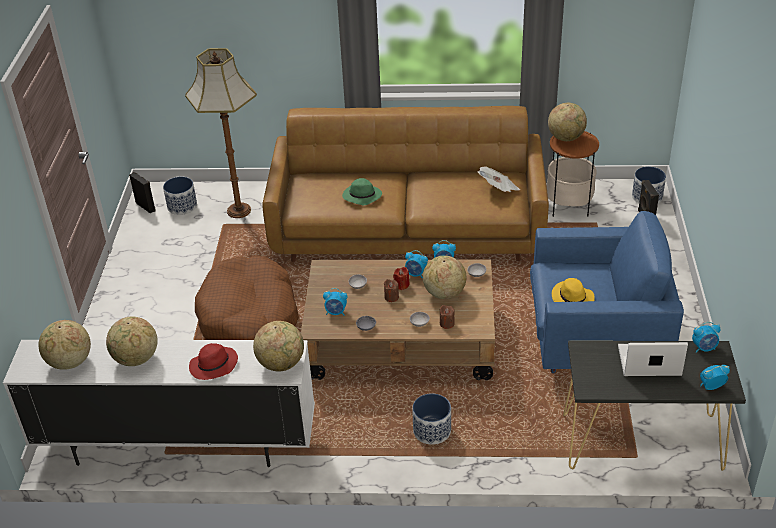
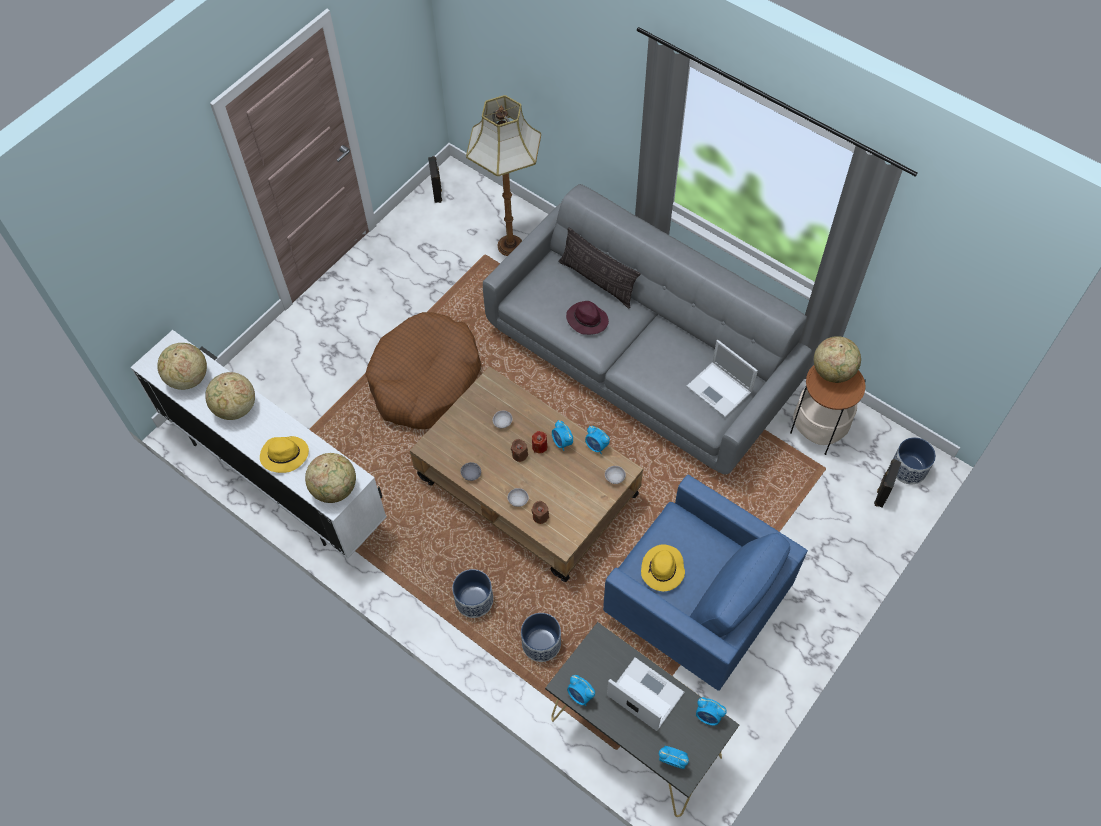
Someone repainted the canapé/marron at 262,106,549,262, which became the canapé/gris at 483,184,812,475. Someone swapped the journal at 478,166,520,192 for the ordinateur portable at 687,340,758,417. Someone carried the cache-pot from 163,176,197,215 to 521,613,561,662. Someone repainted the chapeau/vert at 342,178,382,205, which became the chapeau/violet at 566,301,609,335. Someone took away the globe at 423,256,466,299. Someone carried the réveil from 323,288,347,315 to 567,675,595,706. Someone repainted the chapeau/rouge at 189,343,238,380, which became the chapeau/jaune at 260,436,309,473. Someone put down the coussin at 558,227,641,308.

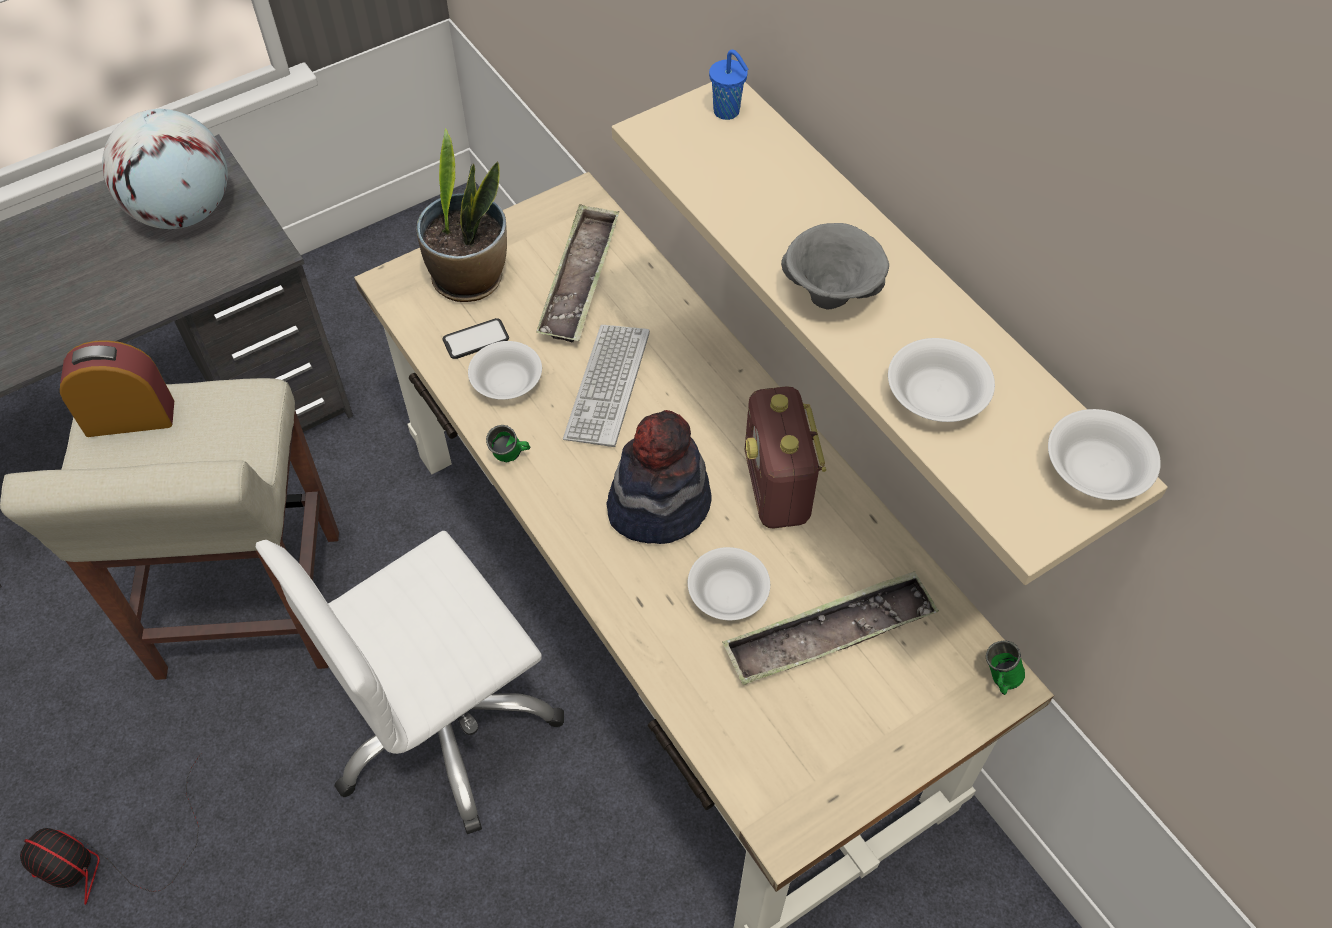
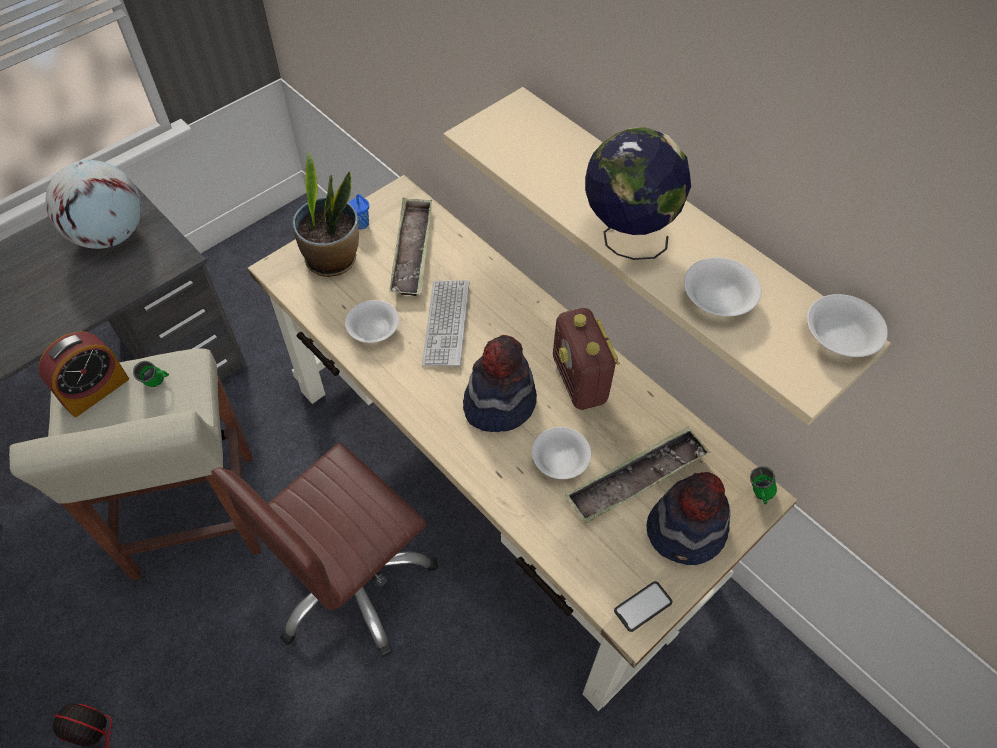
Someone carried the tasse/bleu from 709,50,748,120 to 349,194,369,229. Someone swapped the bol/gris at 781,223,889,309 for the globe at 585,127,691,260. Someone carried the téléphone from 442,318,509,359 to 614,581,673,632. Someone rotated the réveil at 60,340,174,437 by 150 degrees clockwise. Someone carried the mug/vert from 486,425,530,462 to 133,361,169,387. Someone repainted the chaise de bureau/blanc at 256,531,564,834, which became the chaise de bureau/marron at 212,443,438,658. Someone put down the chapeau at 646,472,730,565.

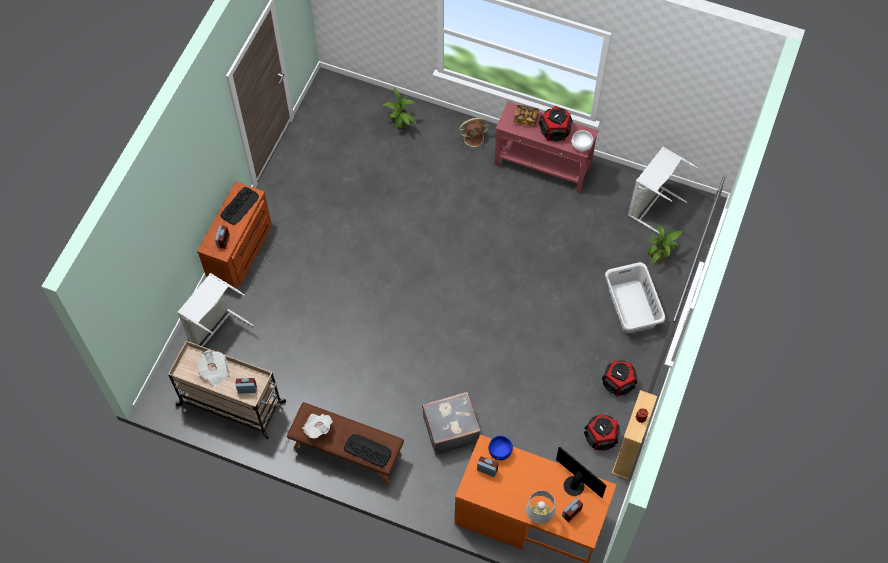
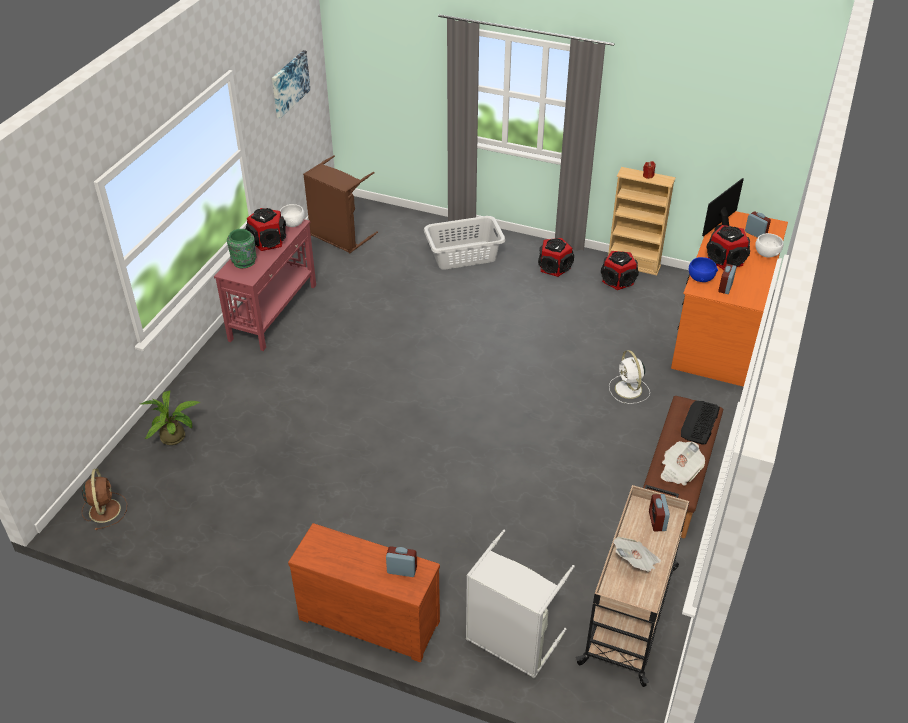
Someone swapped the livre at 514,105,539,127 for the vase/vert at 227,229,257,268. Someone carried the ventilateur/marron from 457,117,489,151 to 82,469,127,530. Someone repainted the panier à linge/gris at 628,147,698,234, which became the panier à linge/marron at 303,155,378,253. Someone took away the clavier at 220,187,259,225. Someone took away the plante en pot at 647,225,684,265. Someone swapped the valise/gris at 422,392,481,455 for the ventilateur/blanc at 609,350,650,404. Someone swapped the lampe de table/gris at 526,490,555,524 for the bol/blanc at 755,233,784,258. Someone put up the tableau at 272,50,310,119. Someone put down the enceinte at 706,225,750,270.

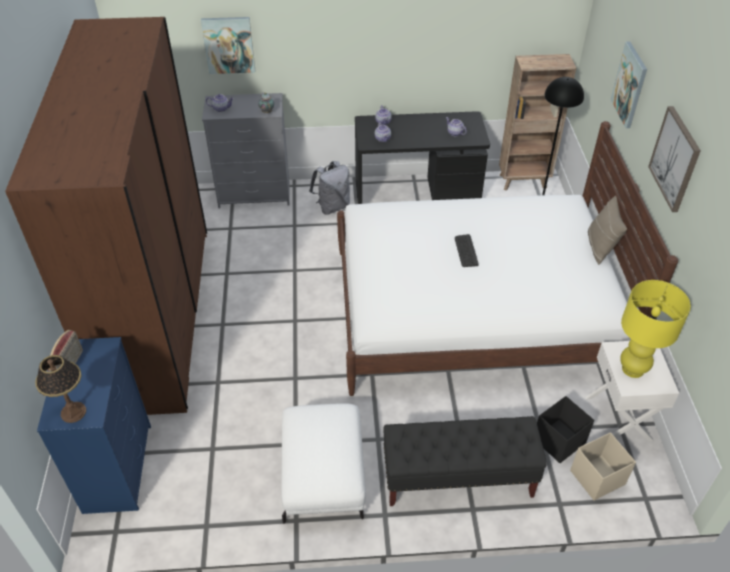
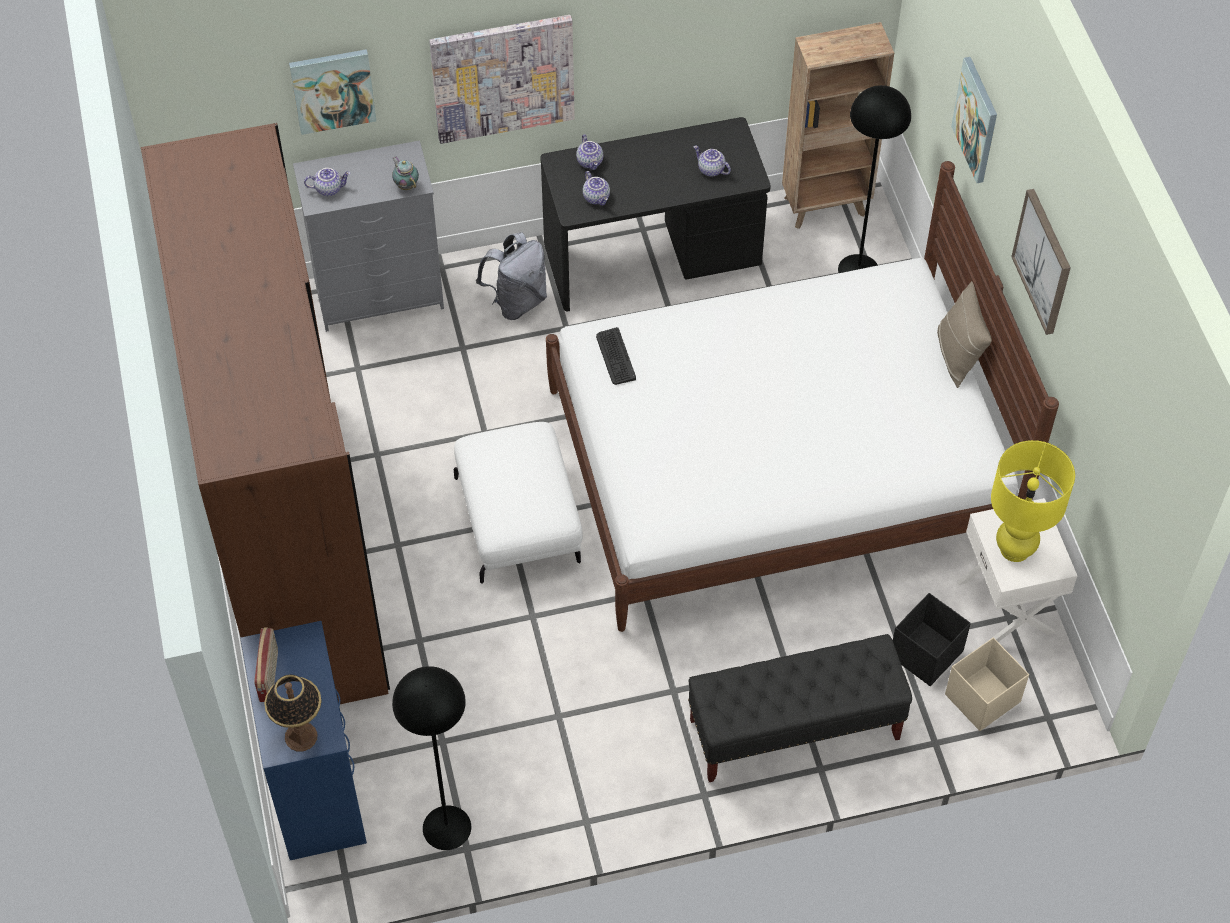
Someone carried the clavier from 455,234,479,267 to 596,327,636,385. Someone carried the pouf/blanc from 281,403,366,524 to 454,422,583,584. Someone put up the tableau at 429,15,575,144. Someone put down the lampadaire/noir at 392,666,471,850.

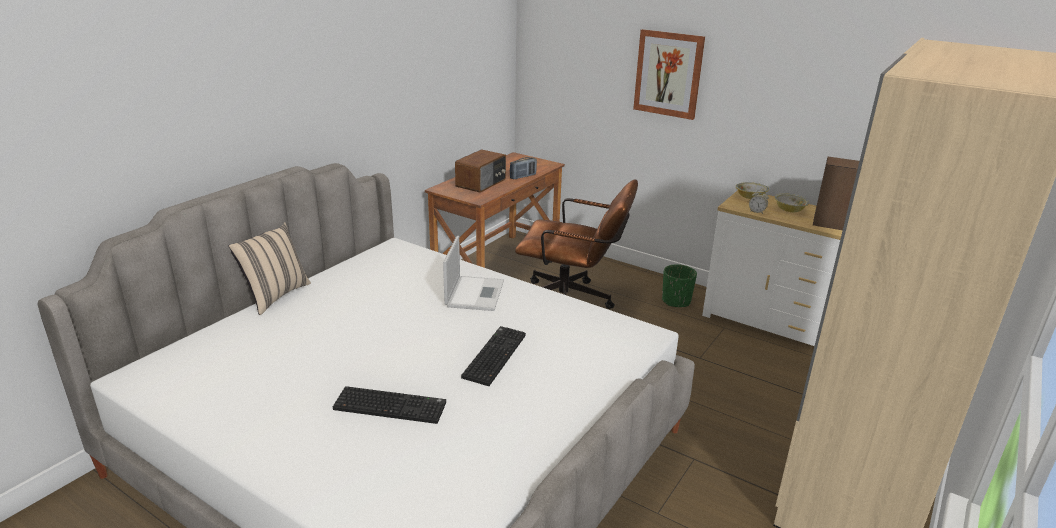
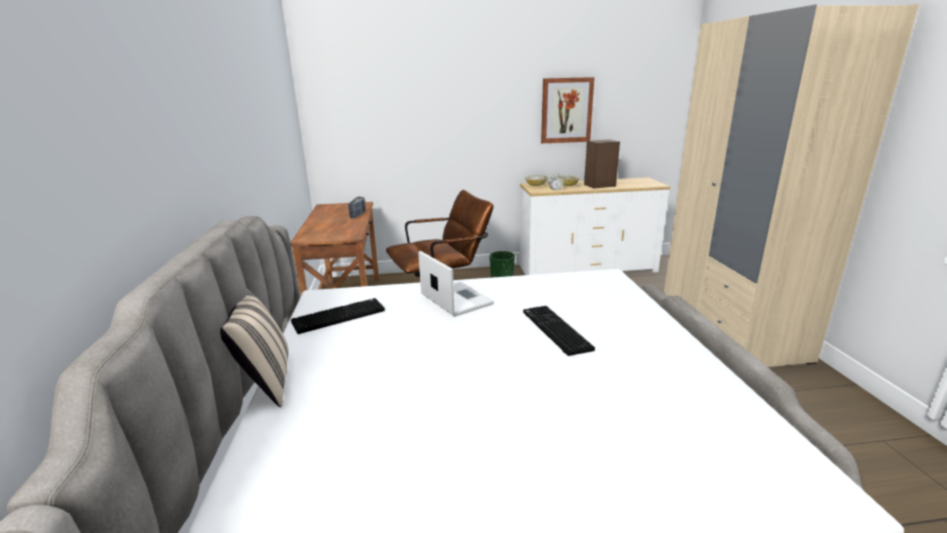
Someone carried the tableau from 633,29,705,120 to 541,77,594,143. Someone took away the radio at 455,149,506,193. Someone carried the clavier from 333,386,446,424 to 291,298,385,334.

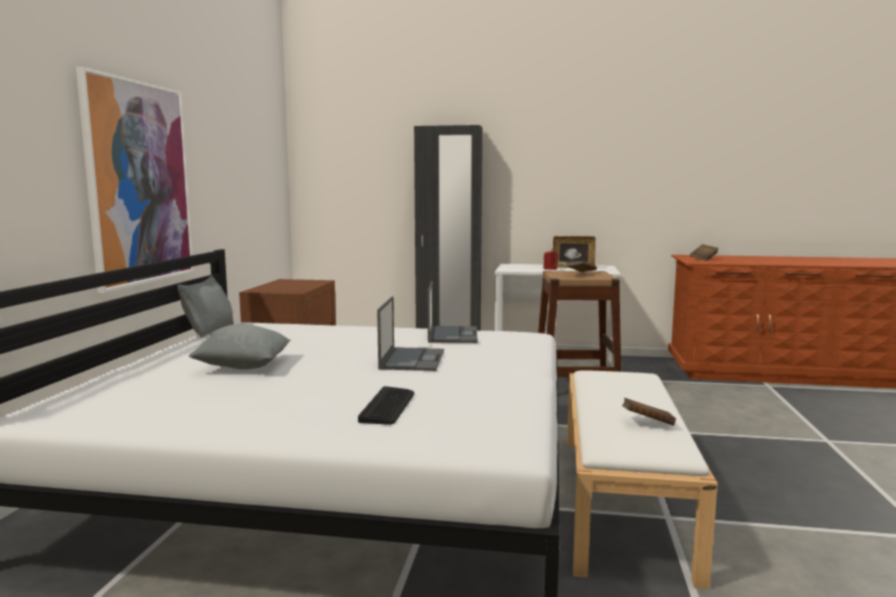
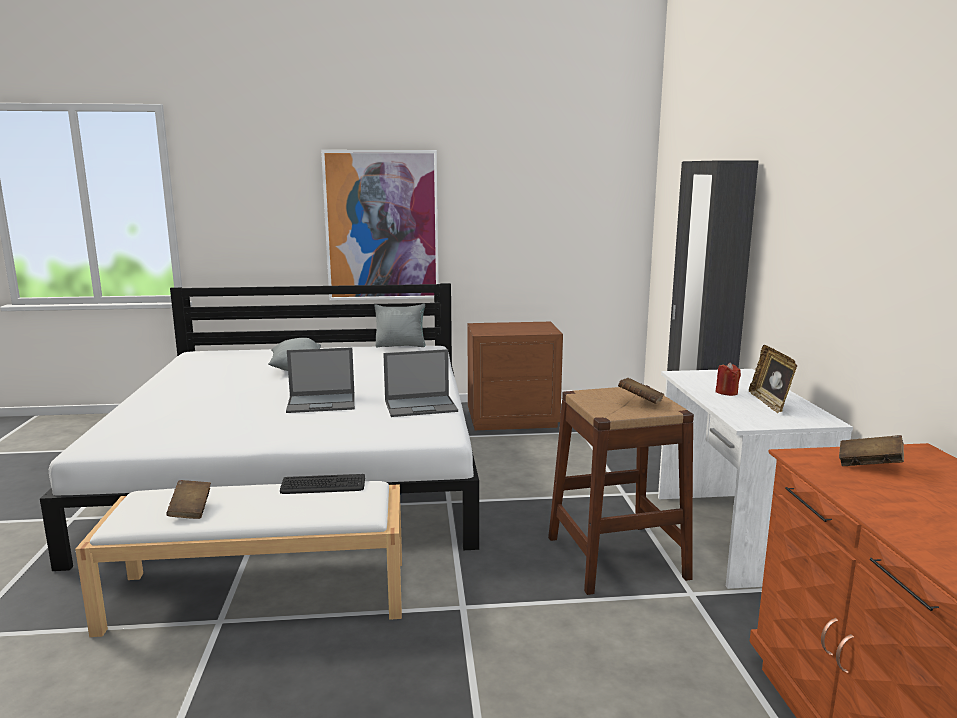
Someone carried the clavier from 358,386,414,425 to 280,474,365,494.

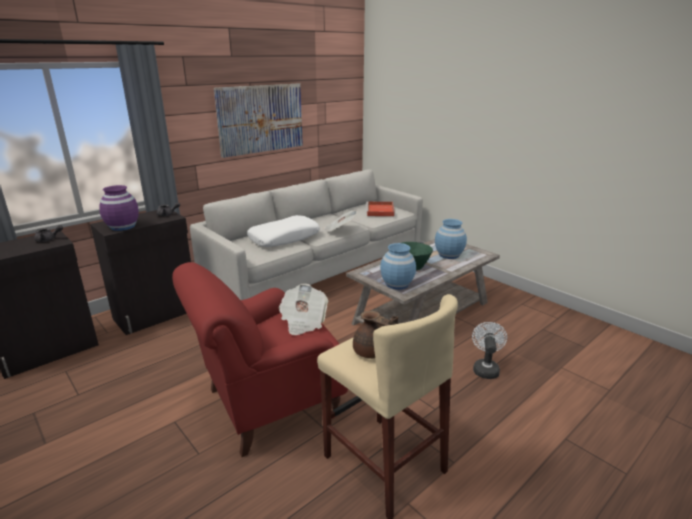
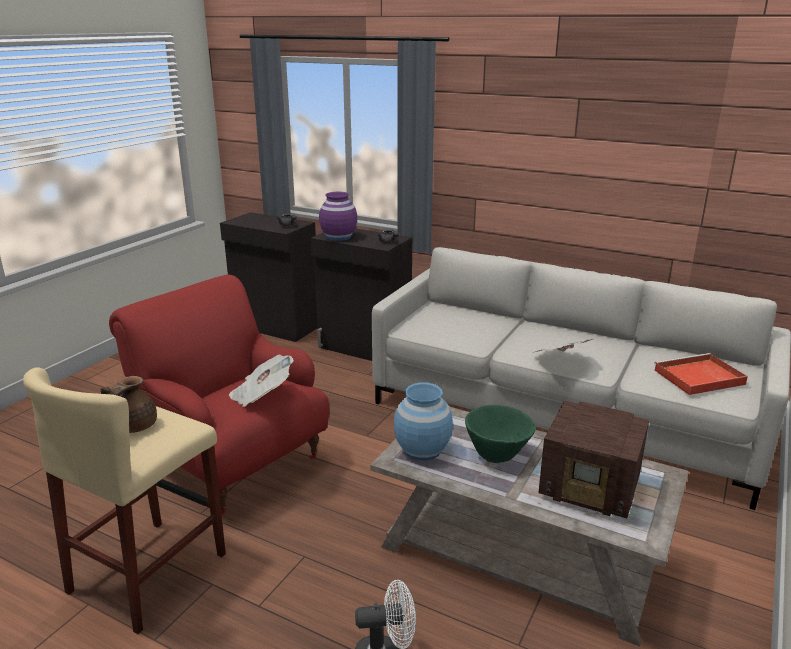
Someone took away the tableau at 214,83,303,158. Someone took away the coussin/blanc at 247,215,320,247. Someone swapped the vase/bleu at 435,219,467,259 for the radio at 538,401,649,518.

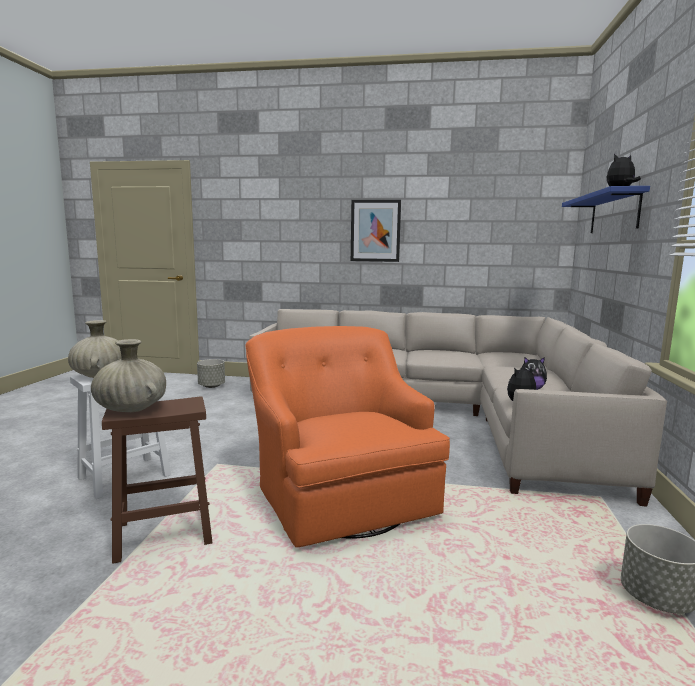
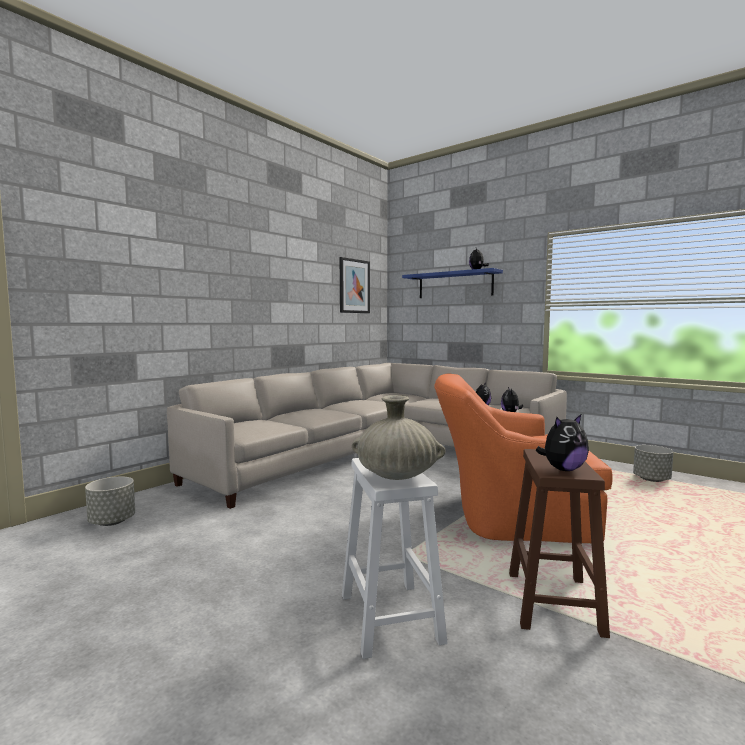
Someone carried the tableau from 351,200,401,262 to 340,257,370,313. Someone swapped the vase/beige at 91,339,166,412 for the peluche at 536,414,589,471.

